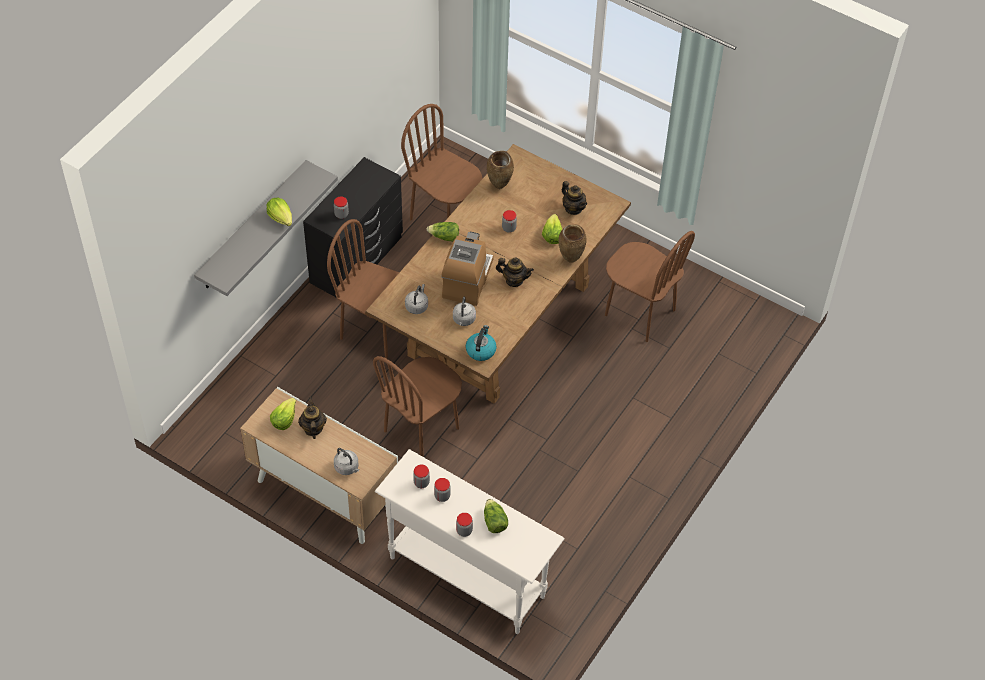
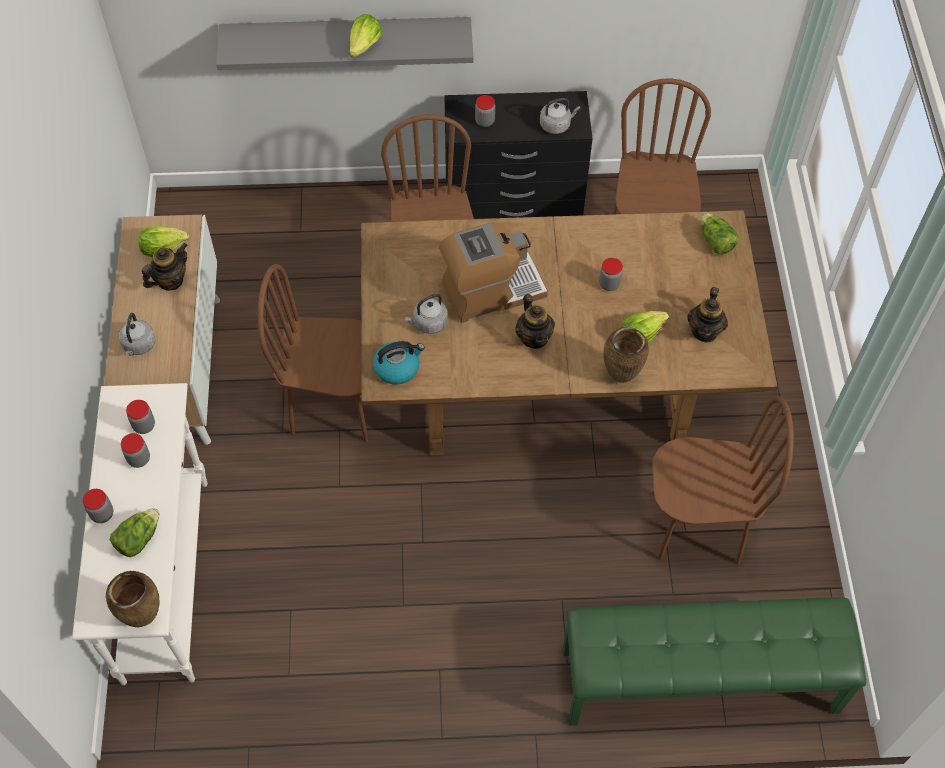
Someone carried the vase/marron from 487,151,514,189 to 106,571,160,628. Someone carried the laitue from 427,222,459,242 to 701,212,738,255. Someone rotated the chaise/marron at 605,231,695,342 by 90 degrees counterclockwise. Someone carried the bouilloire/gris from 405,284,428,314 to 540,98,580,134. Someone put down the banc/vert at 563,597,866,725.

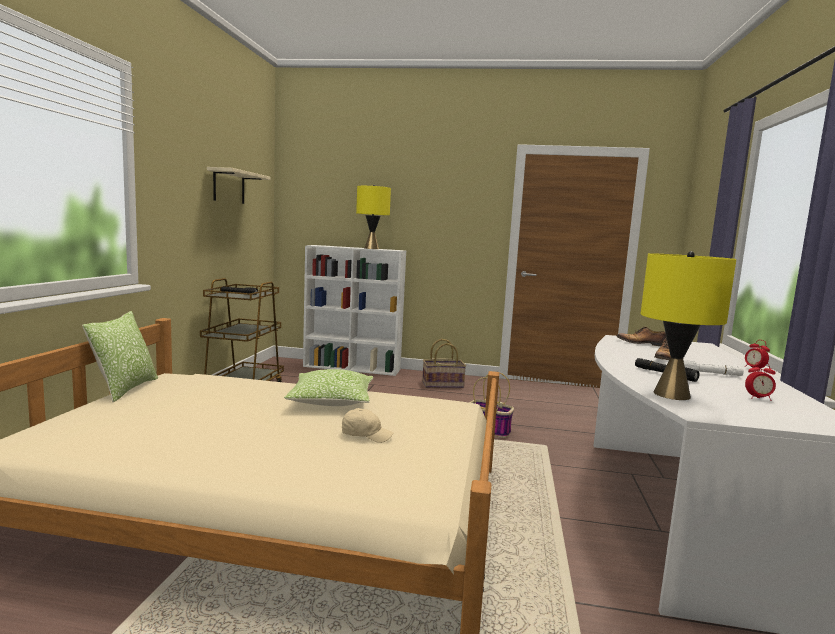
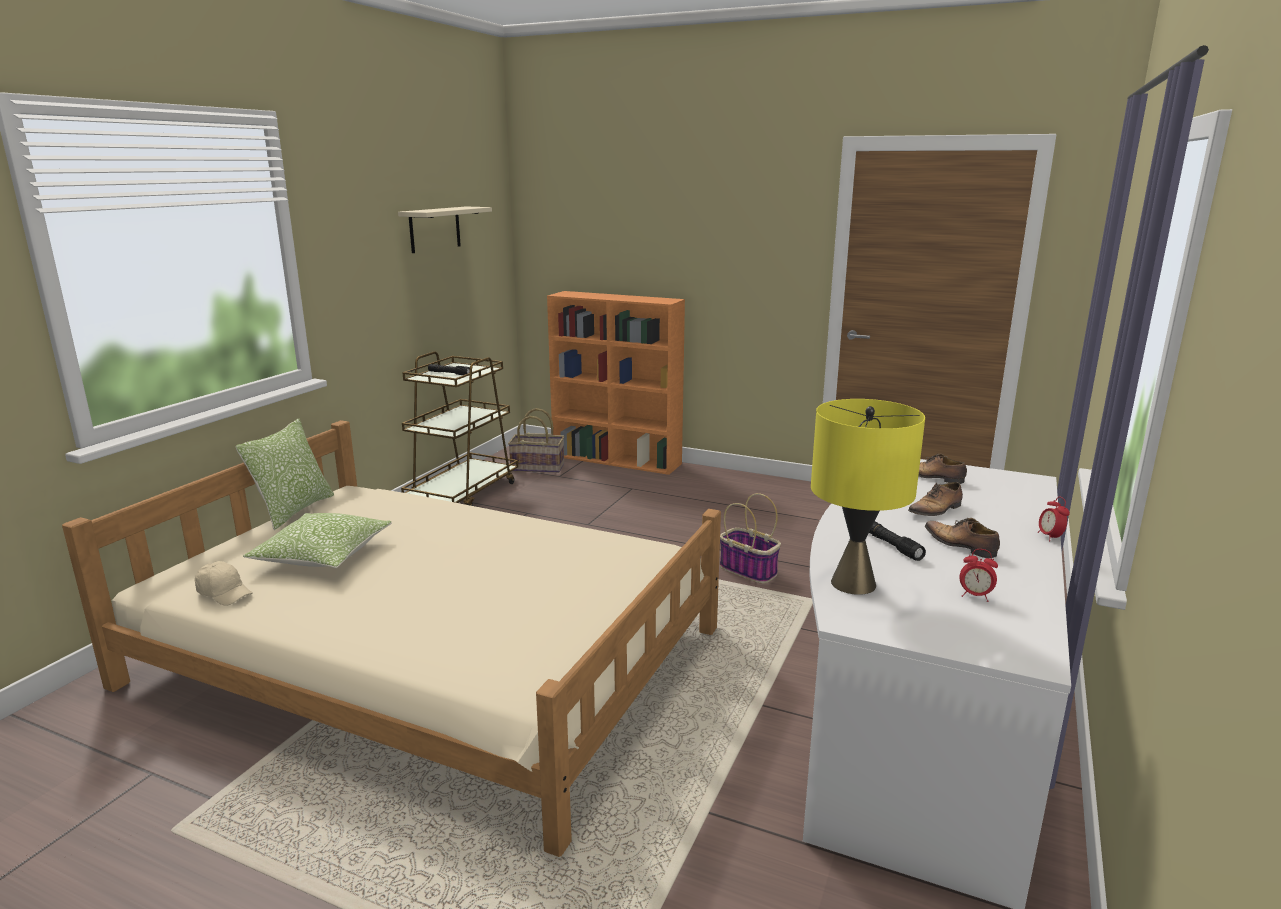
Someone took away the lampe de table/jaune at 356,185,391,249. Someone repainted the bibliothèque/blanc at 303,245,406,376, which became the bibliothèque/orange at 547,291,685,475. Someone carried the panier from 422,339,466,388 to 508,408,564,473. Someone swapped the lampe de poche/blanc at 683,360,744,376 for the chaussure at 925,518,1000,558. Someone carried the coussin from 284,369,373,406 to 243,513,392,568. Someone carried the casquette/beige from 342,408,394,443 to 194,561,253,606.

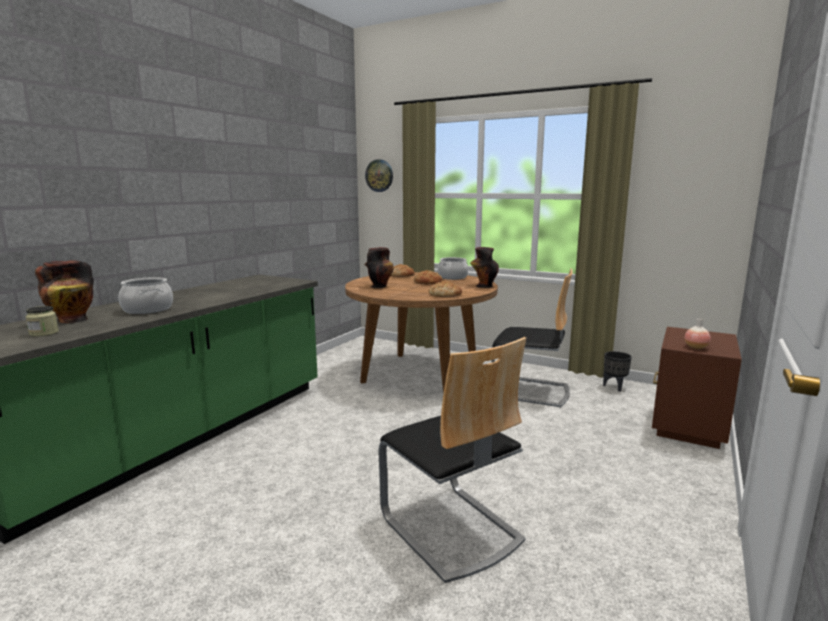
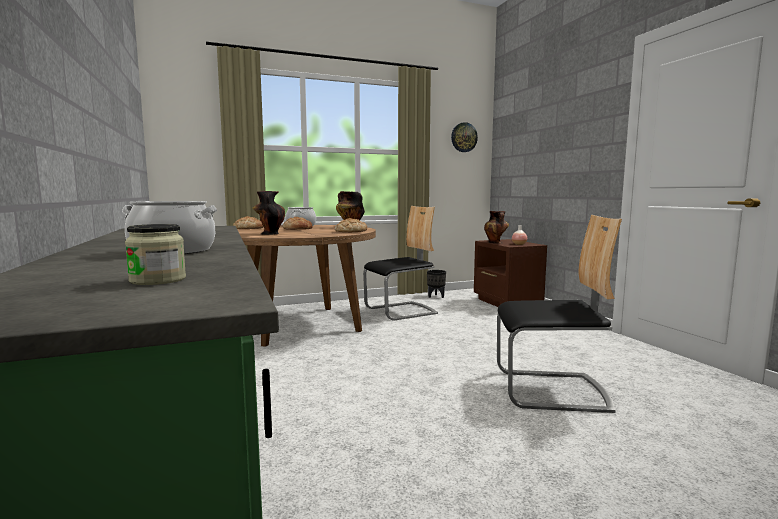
Someone carried the horloge murale from 365,159,393,192 to 451,122,478,152. Someone carried the vase from 35,260,94,323 to 484,211,509,243.

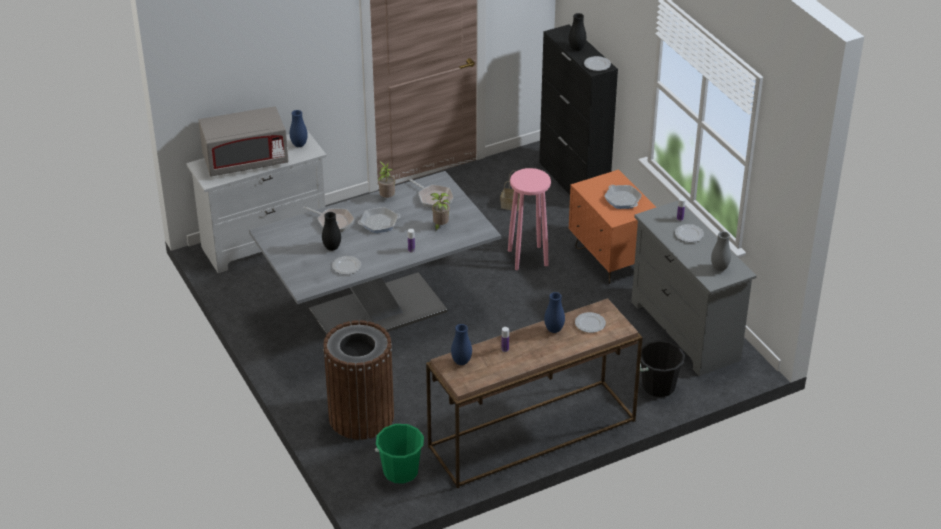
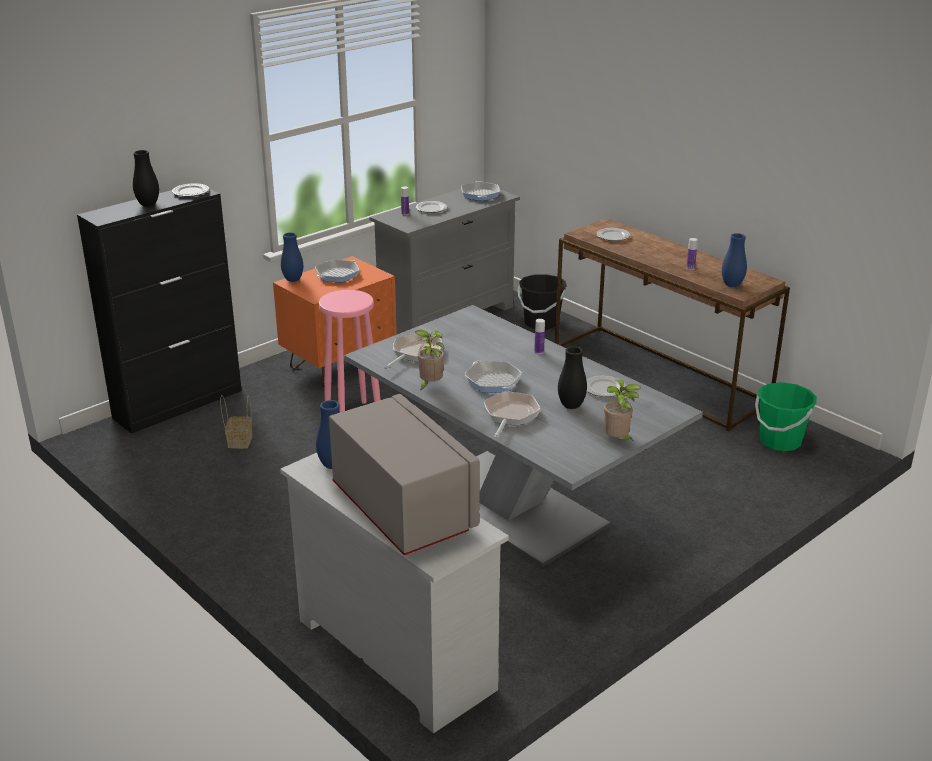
Someone carried the plante en pot from 431,193,450,231 to 604,379,641,442. Someone swapped the vase/gris at 711,231,731,271 for the poêle at 461,181,500,201. Someone carried the vase/bleu from 544,292,565,333 to 281,232,303,282. Someone took away the poubelle/marron at 323,320,394,440.

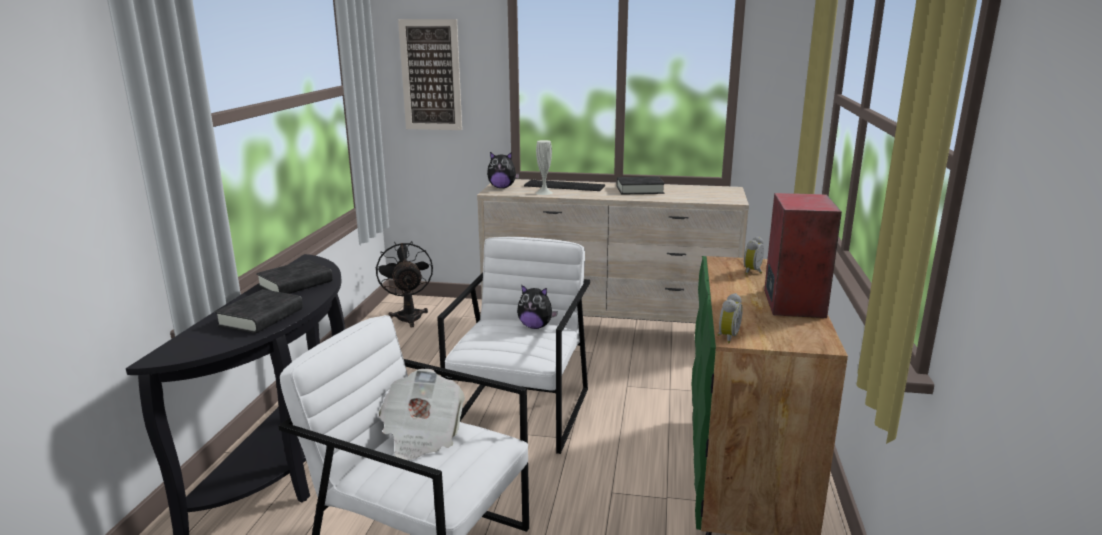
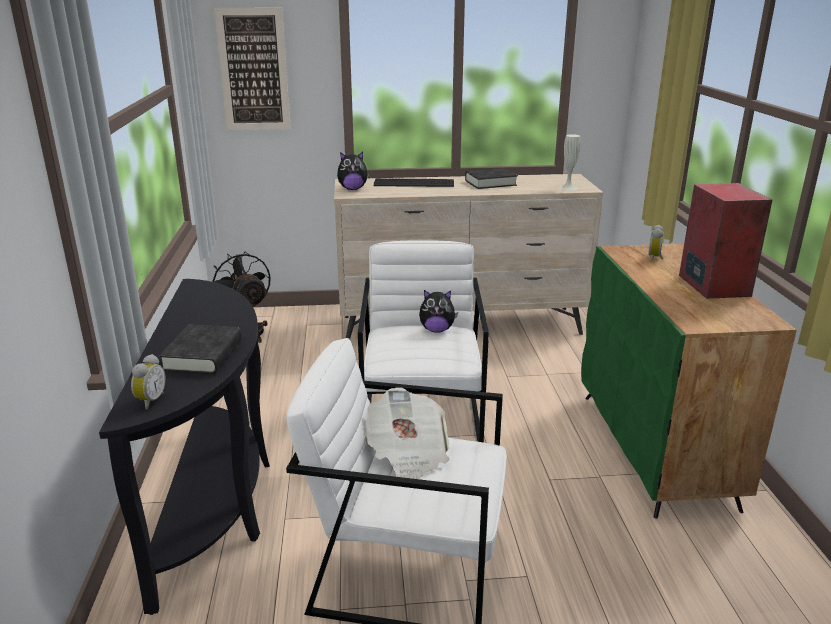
Someone carried the vase/blanc from 536,140,553,195 to 560,134,581,190. Someone took away the livre/noir at 256,259,333,294. Someone carried the réveil from 717,293,743,343 to 131,354,166,409.

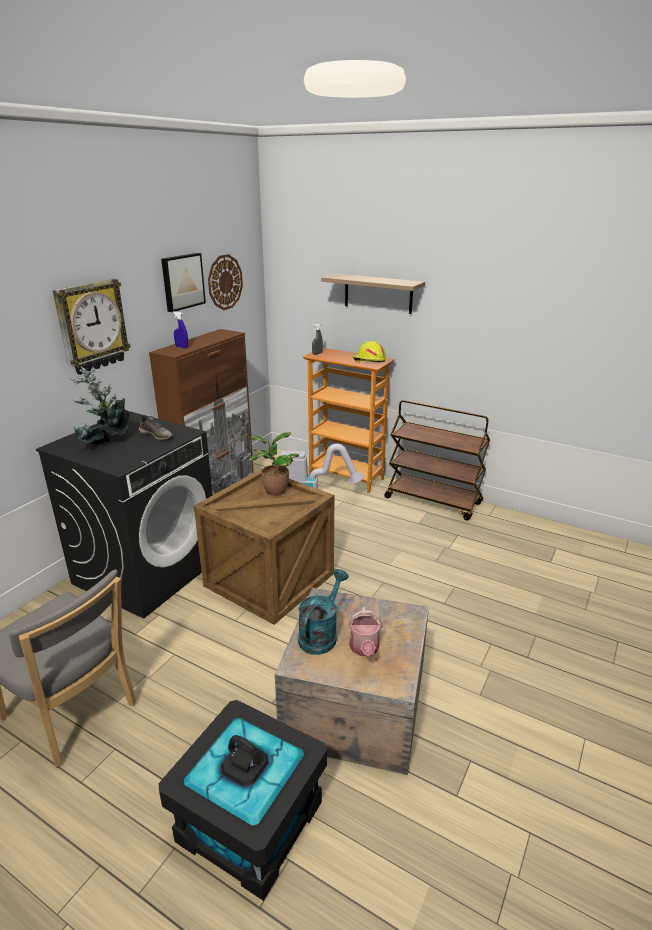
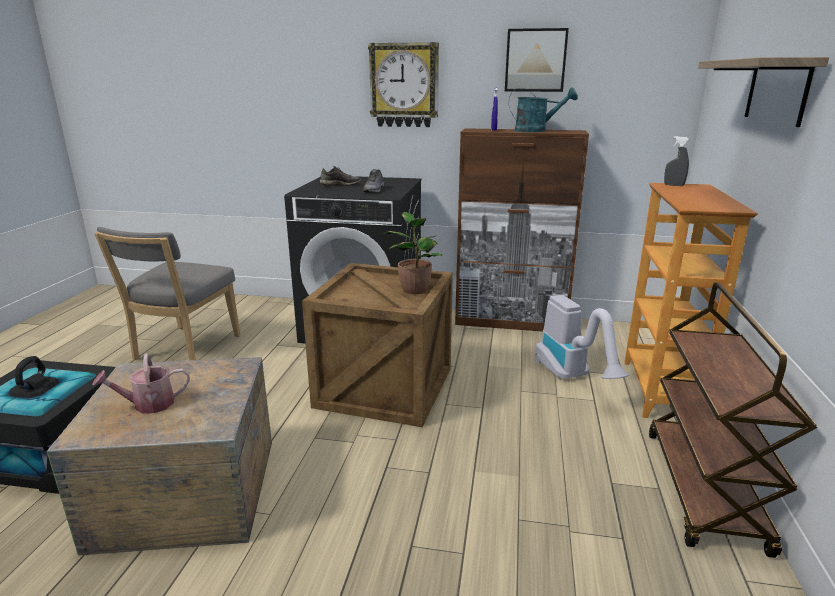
Someone took away the horloge murale at 208,254,243,310. Someone took away the casque de chantier/jaune at 353,341,386,363. Someone swapped the plante en pot at 69,366,130,445 for the chaussure/gris at 320,166,361,186. Someone carried the arrosoir/turquoise from 298,569,349,655 to 509,87,578,132.

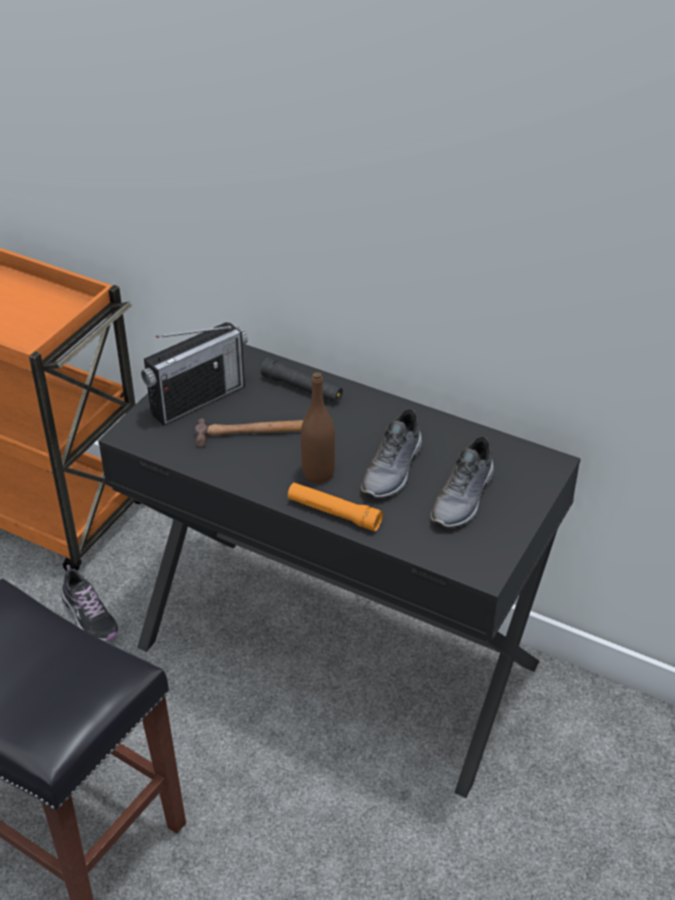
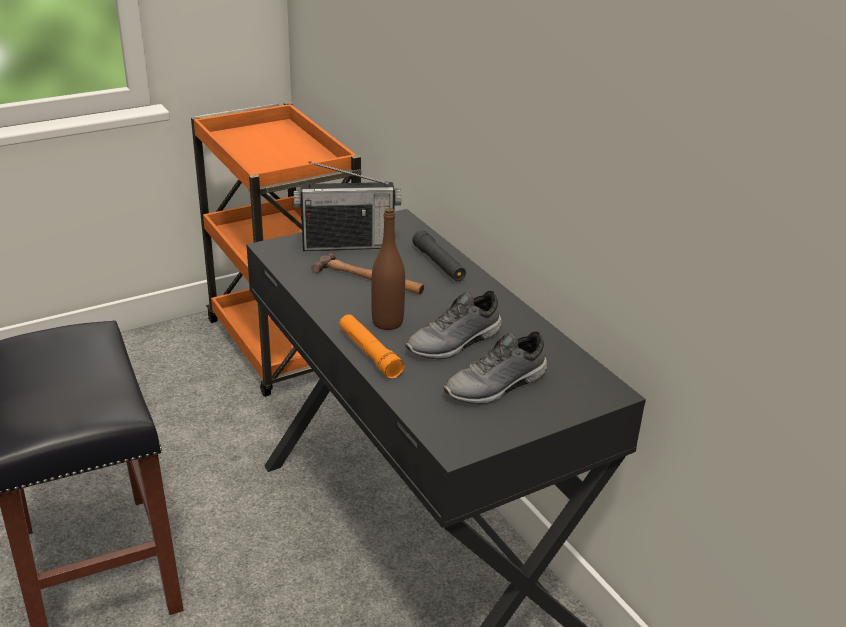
Someone took away the chaussure at 61,565,120,642.

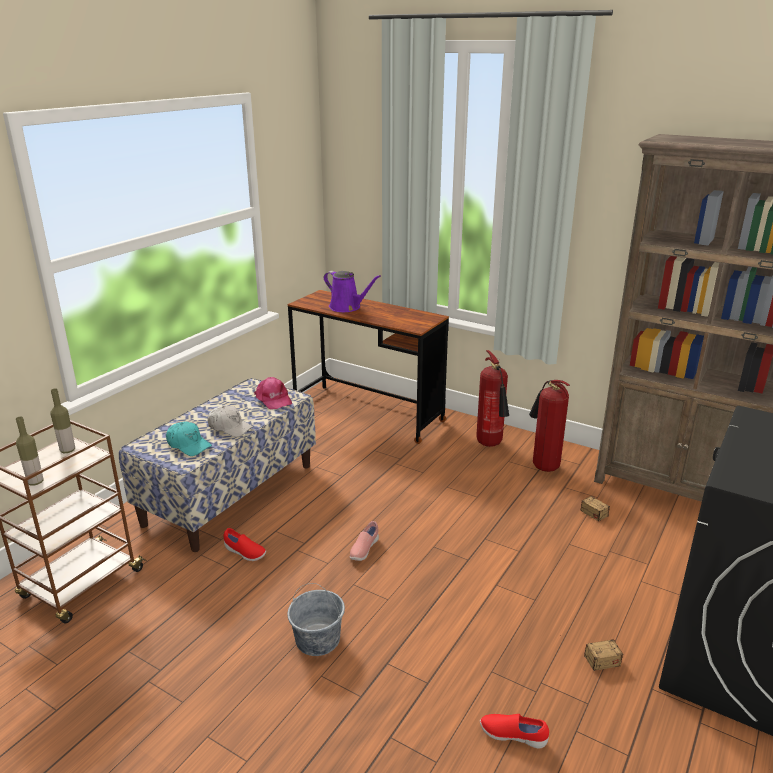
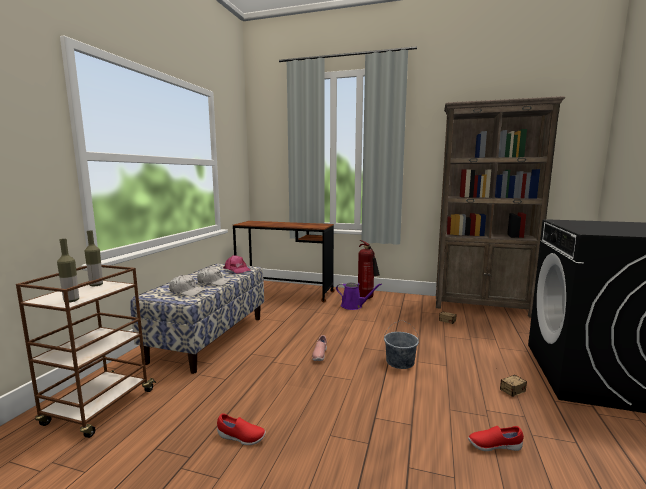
Someone carried the arrosoir/violet from 324,271,381,312 to 336,283,382,310. Someone took away the extincteur at 529,380,570,472. Someone repainted the casquette/turquoise at 166,422,212,456, which became the casquette/blanc at 169,275,205,296. Someone carried the chaussure/rouge from 224,528,266,561 to 217,413,266,445. Someone carried the seau/gris from 287,583,345,656 to 384,320,419,369.

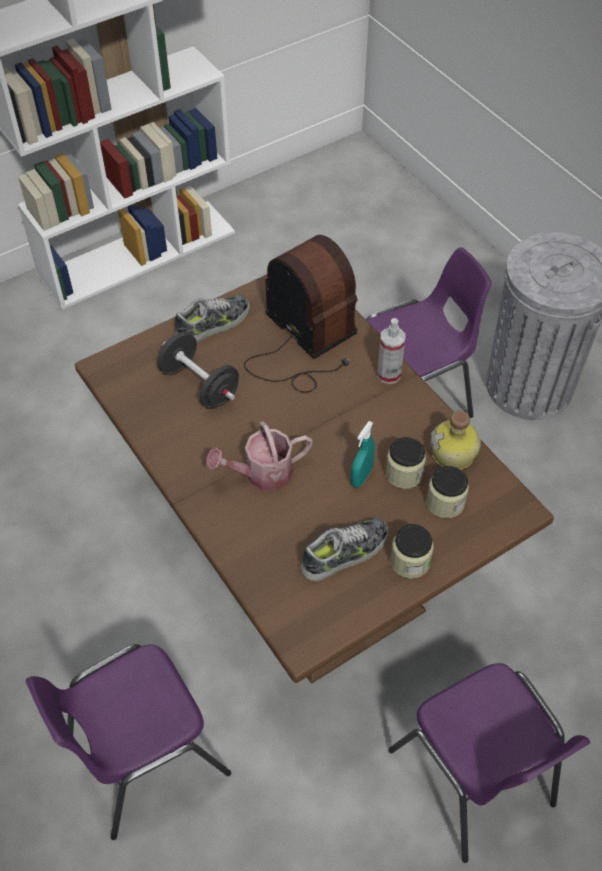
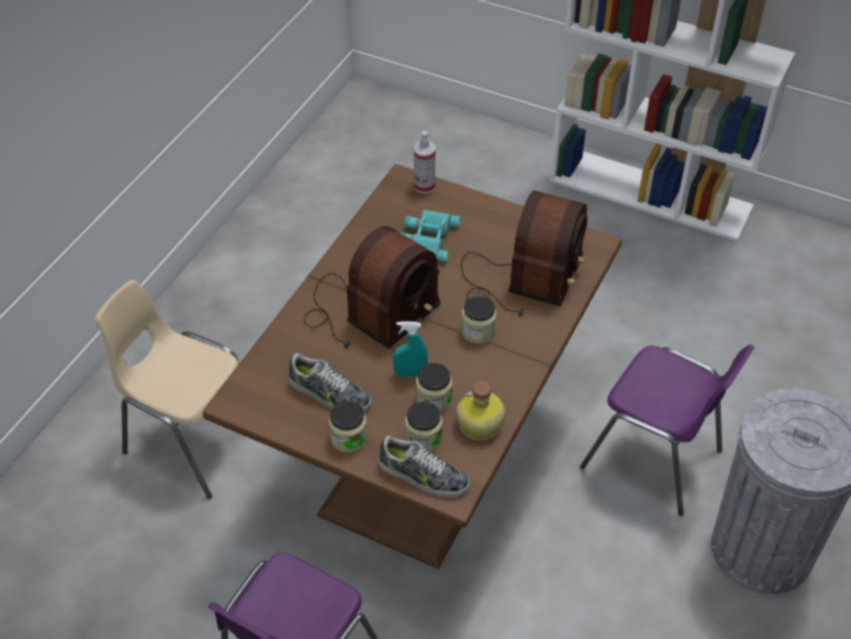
Someone carried the chaussure from 175,294,250,343 to 378,436,470,498. Someone carried the vaporisateur from 377,318,406,384 to 414,131,435,194. Someone swapped the haltère/noir at 157,332,239,409 for the jumelles/turquoise at 400,210,461,263. Someone swapped the arrosoir at 206,421,313,490 for the radio at 304,226,441,348. Someone repainted the chaise/violet at 26,644,231,840, which became the chaise/beige at 95,280,240,499. Someone put down the bocal at 461,296,497,344.

